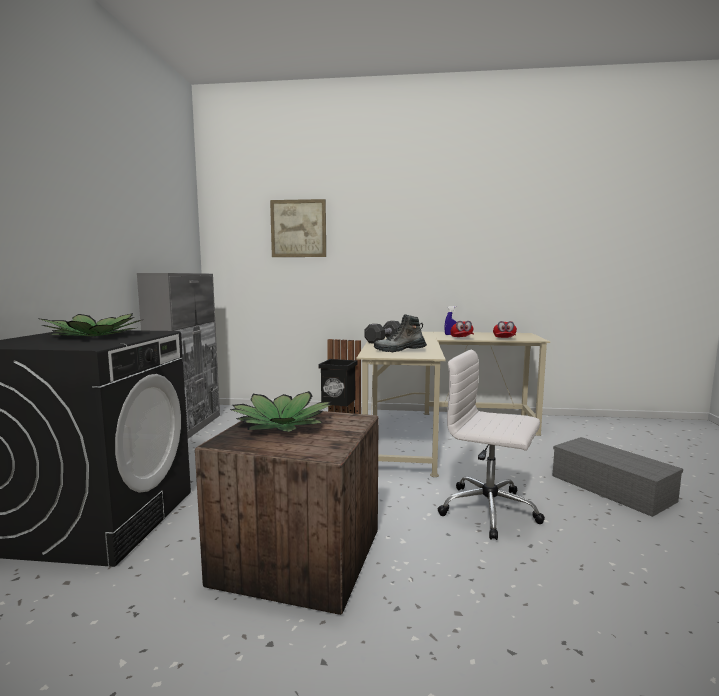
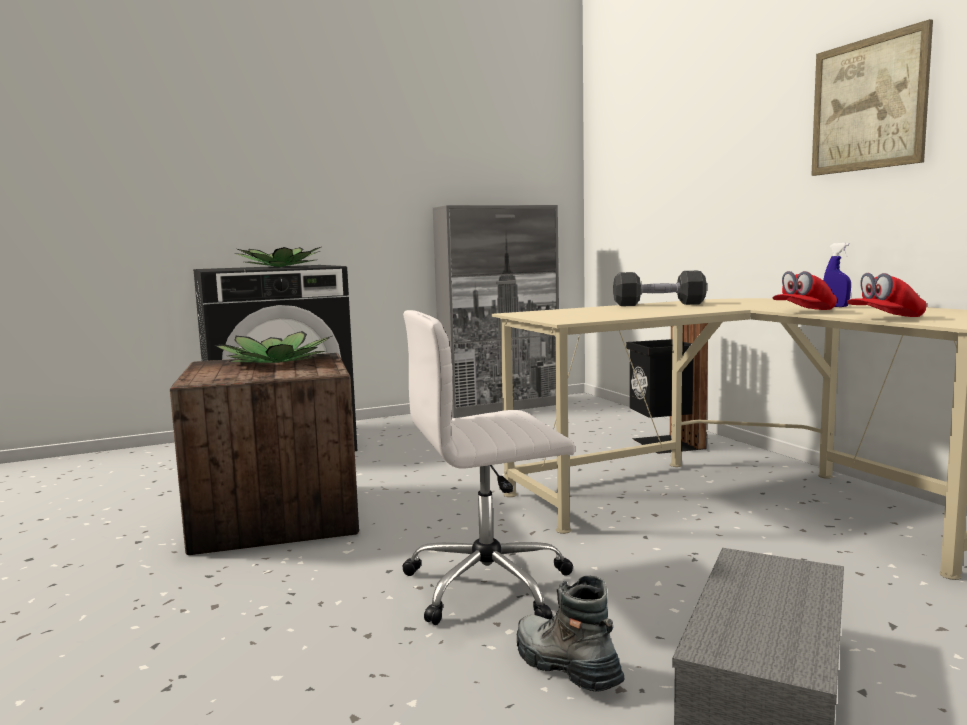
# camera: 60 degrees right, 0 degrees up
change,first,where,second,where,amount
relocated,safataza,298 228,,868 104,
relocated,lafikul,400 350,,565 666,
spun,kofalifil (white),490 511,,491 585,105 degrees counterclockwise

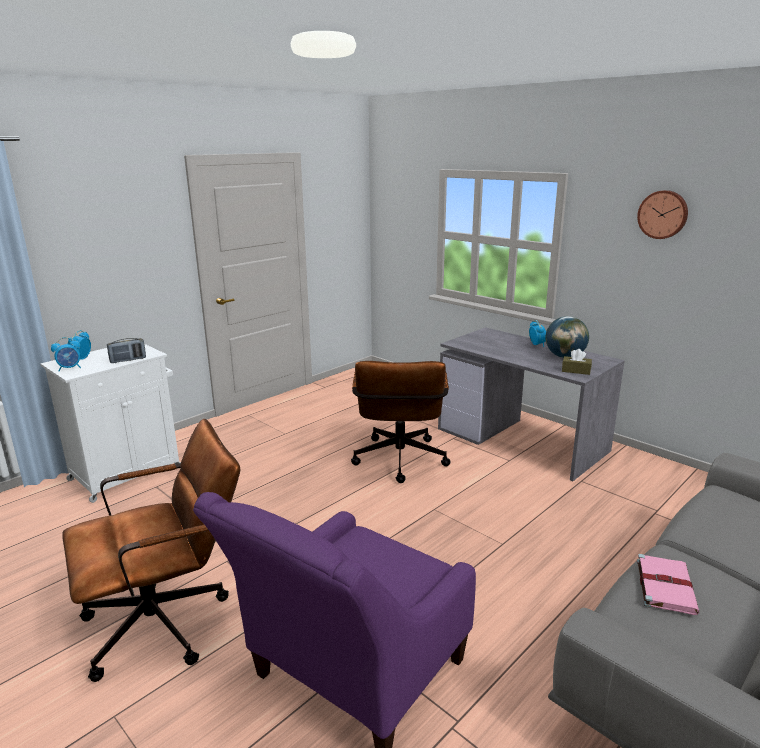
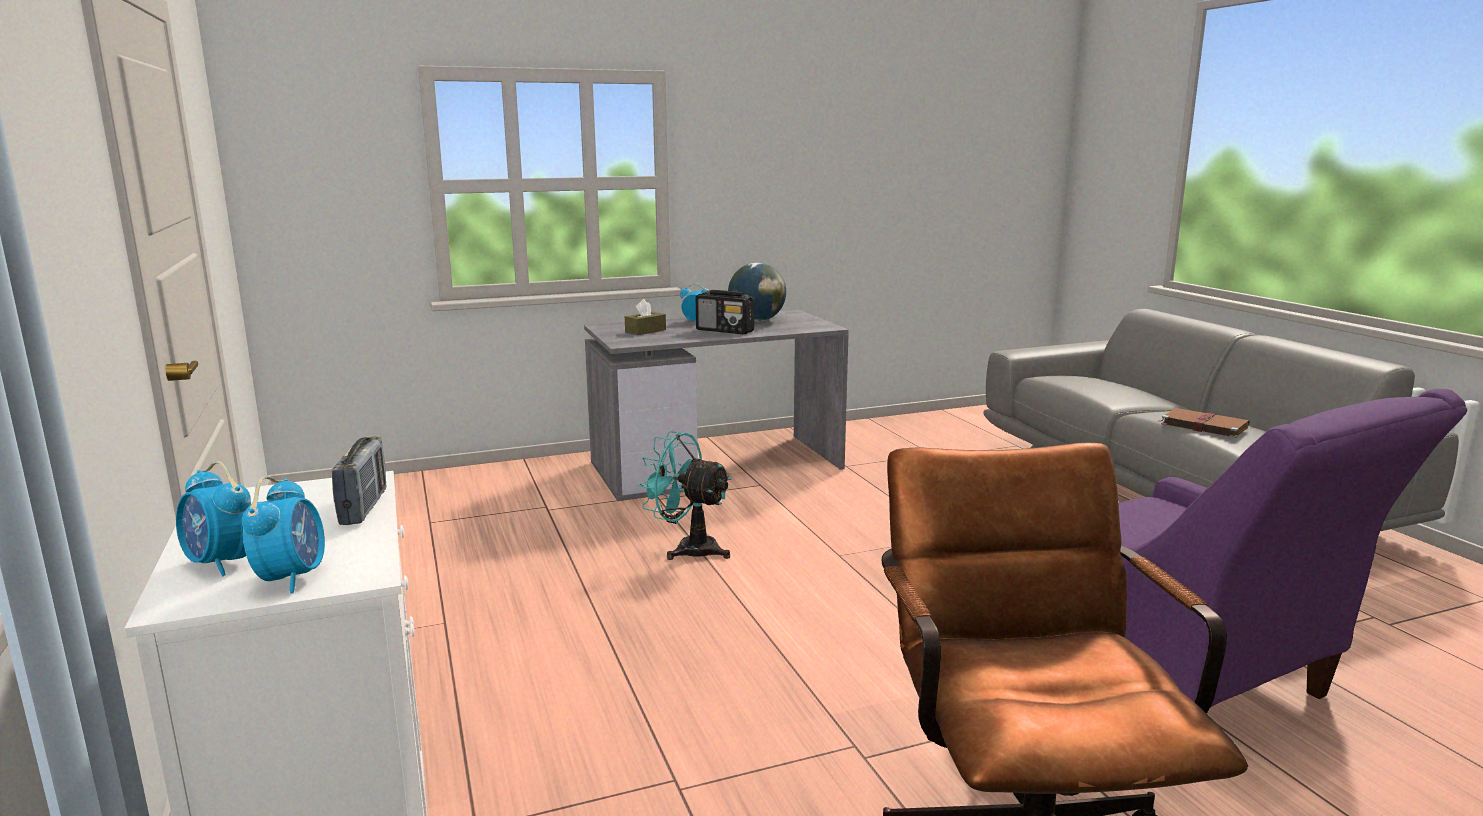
# camera: 65 degrees left, 5 degrees down
change,first,where,second,where,amount
exchanged,kofalifil (brown),399 463,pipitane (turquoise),688 548,
relocated,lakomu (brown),576 370,,645 331,
missing,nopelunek,663 214,,,
colour,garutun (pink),665 585,garutun (brown),1202 425,
appeared,,,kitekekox,725 331,

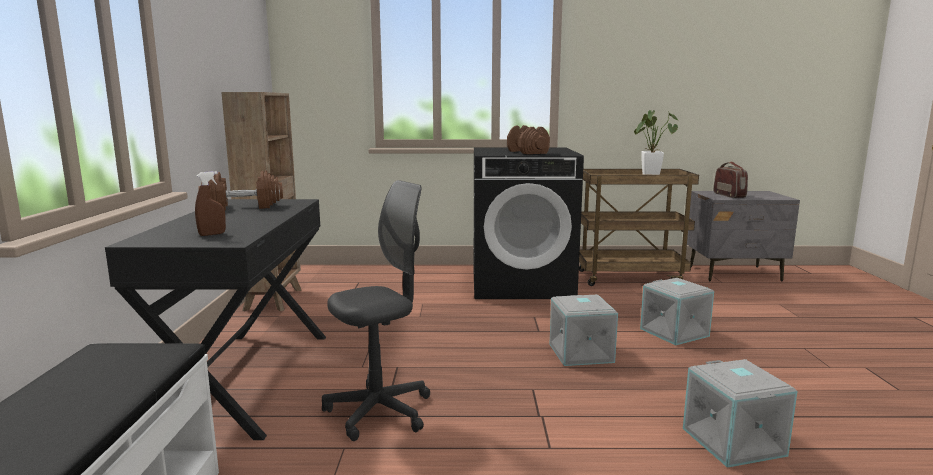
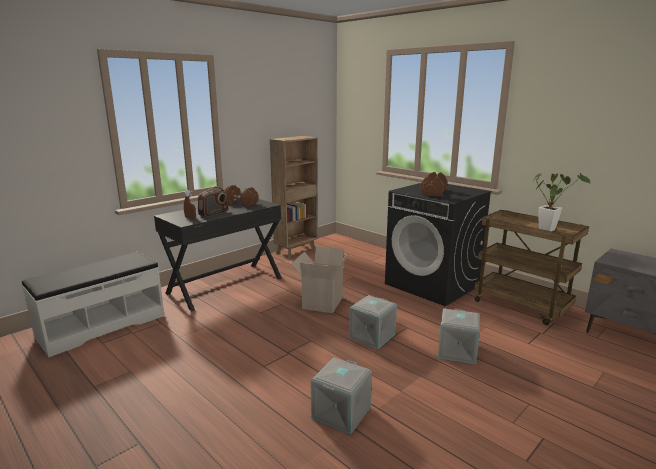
# camera: 45 degrees right, 5 degrees up
change,first,where,second,where,amount
missing,kofalifil (grey),379 412,,,
relocated,kitekekox,729 195,,214 213,
appeared,,,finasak,321 302,

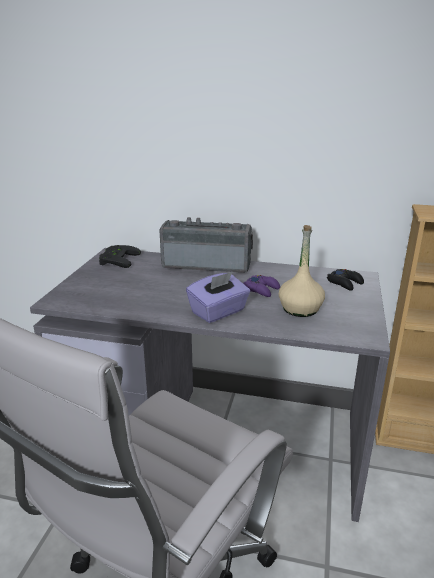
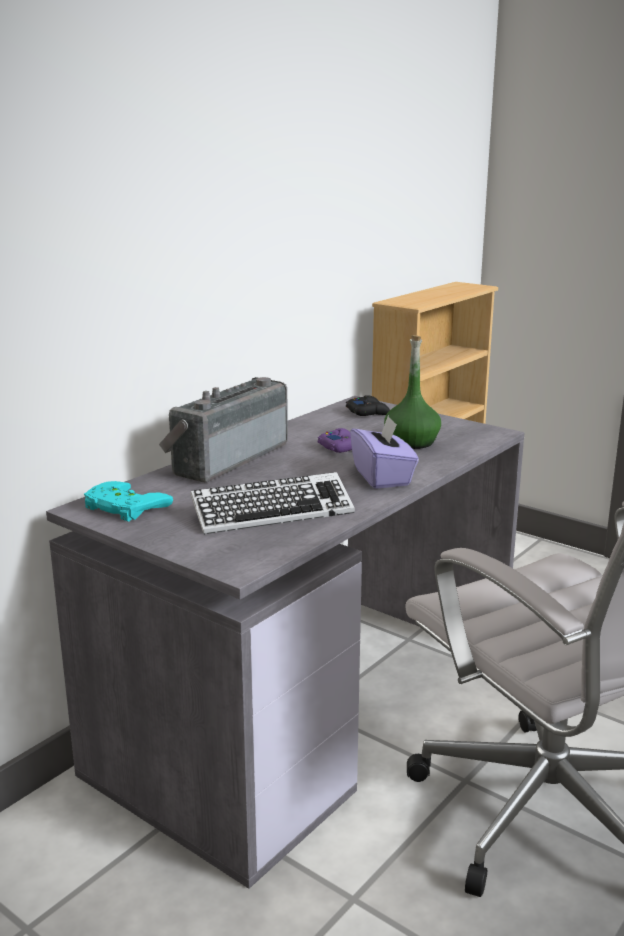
# camera: 65 degrees left, 5 degrees down
change,first,where,second,where,amount
colour,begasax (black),117 259,begasax (turquoise),122 508,
colour,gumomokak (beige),300 309,gumomokak (green),411 442,
appeared,,,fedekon,272 512,

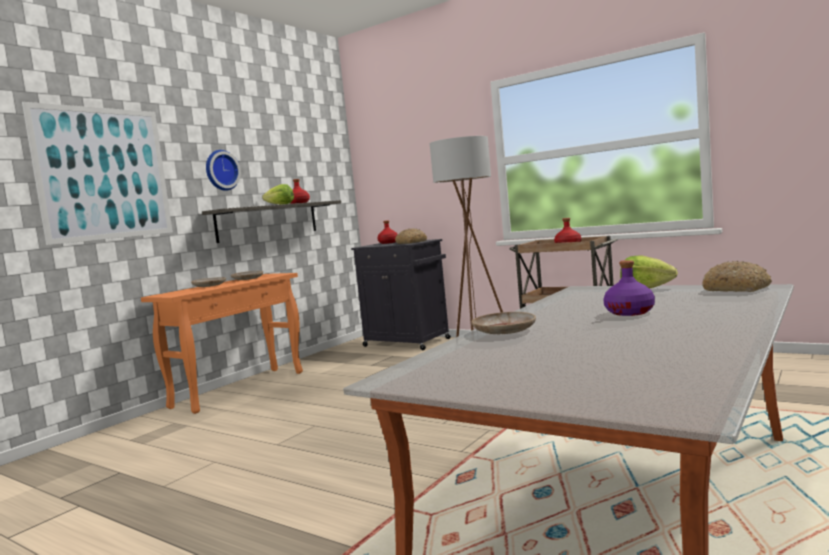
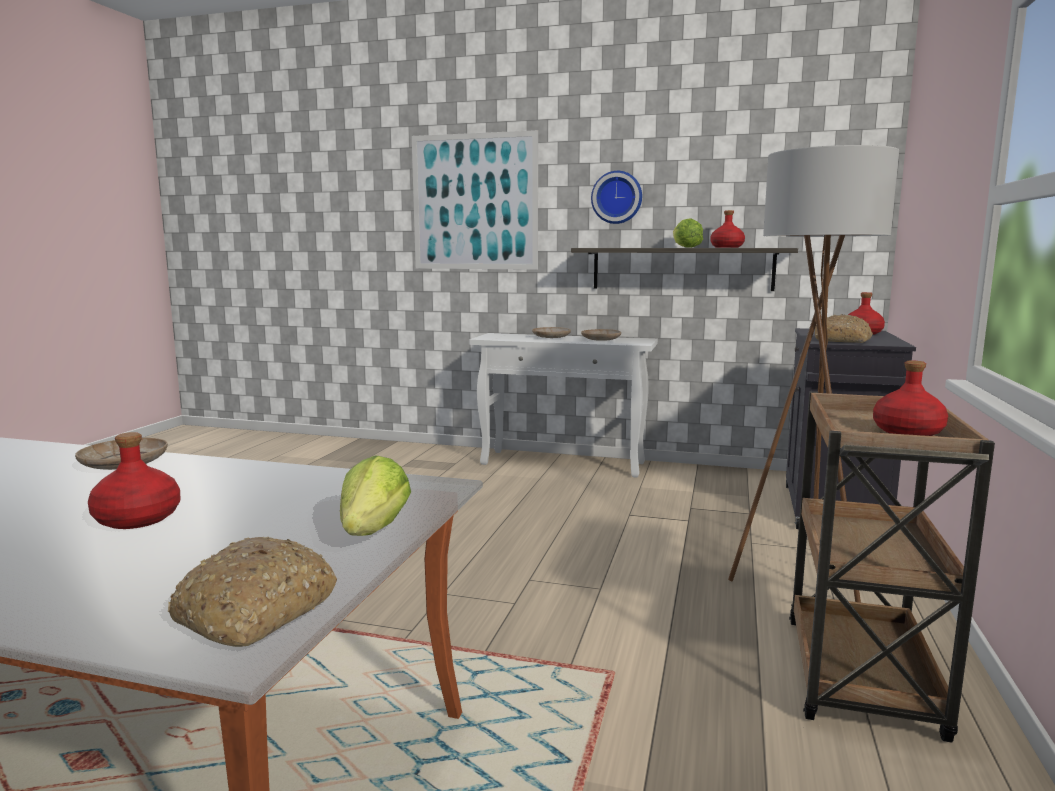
# camera: 70 degrees right, 5 degrees up
change,first,where,second,where,amount
colour,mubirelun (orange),240 389,mubirelun (white),564 463,
colour,gumomokak (purple),629 312,gumomokak (red),138 519,

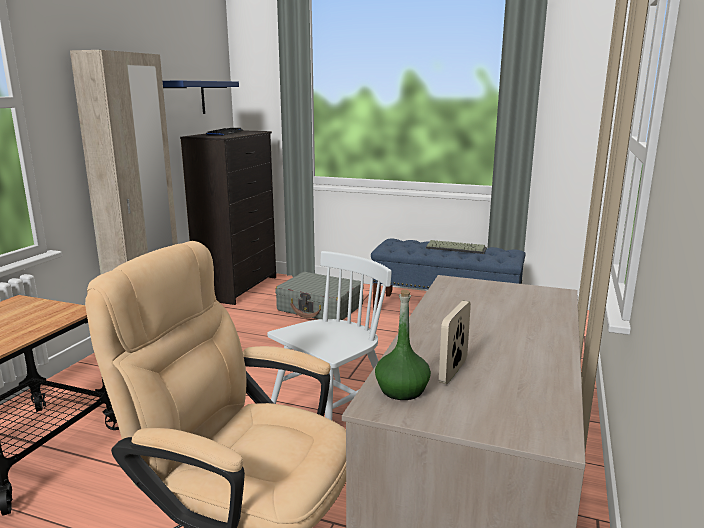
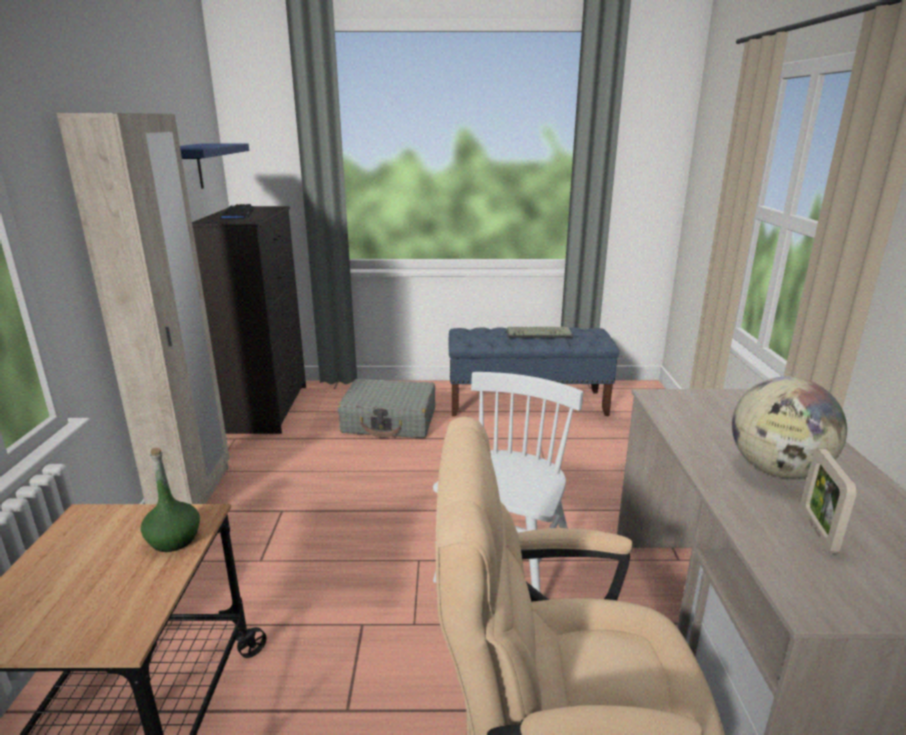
# camera: 20 degrees left, 5 degrees up
change,first,where,second,where,amount
relocated,gumomokak (green),402 390,,174 539,
appeared,,,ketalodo,777 470,

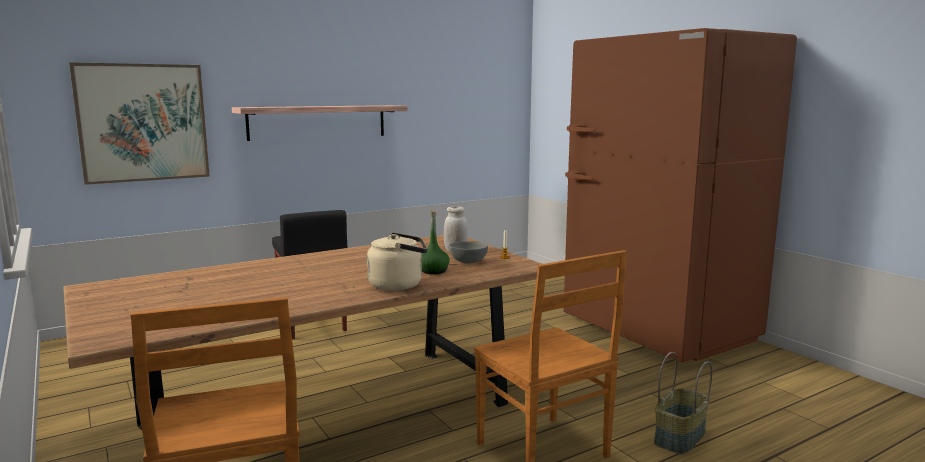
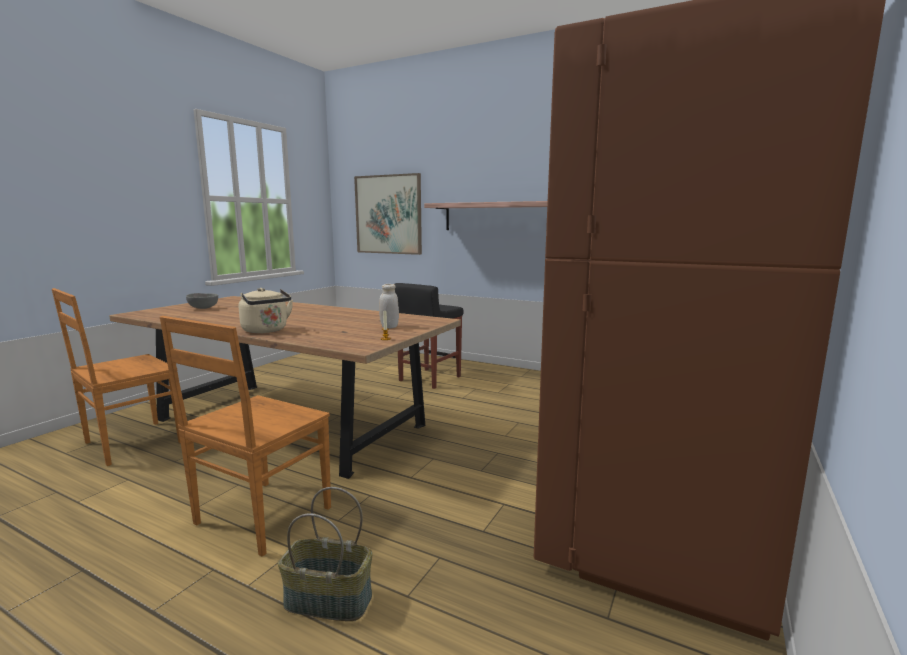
# camera: 60 degrees right, 0 degrees up
change,first,where,second,where,amount
missing,gumomokak (green),433 271,,,
relocated,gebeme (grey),466 262,,203 308,

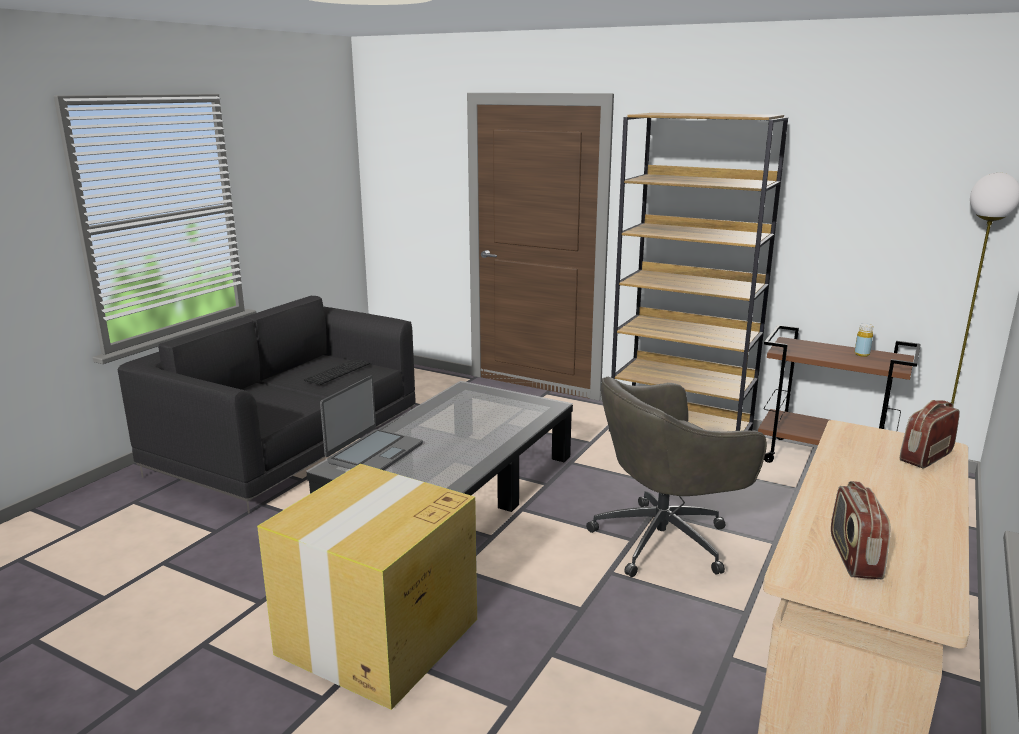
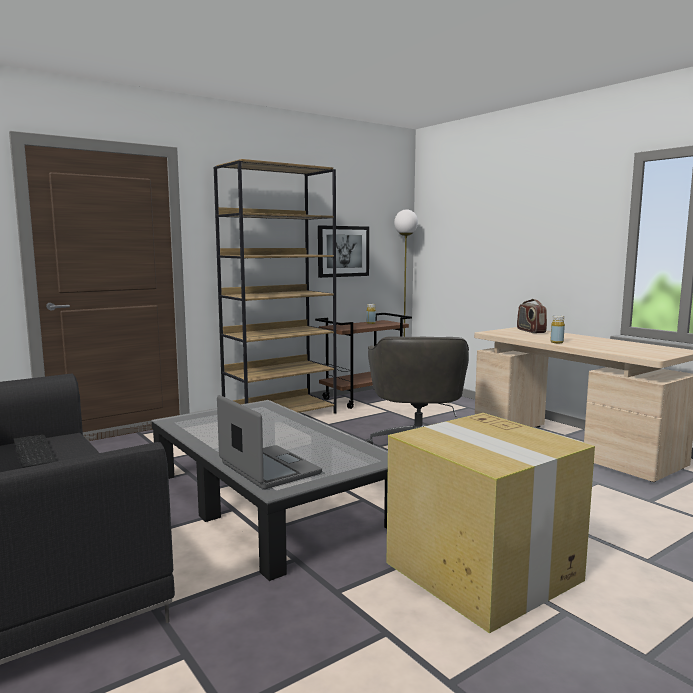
# camera: 65 degrees left, 10 degrees down
change,first,where,second,where,amount
missing,kitekekox,853 557,,,
appeared,,,safataza,343 251,
appeared,,,gumomokak (yellow),556 342,

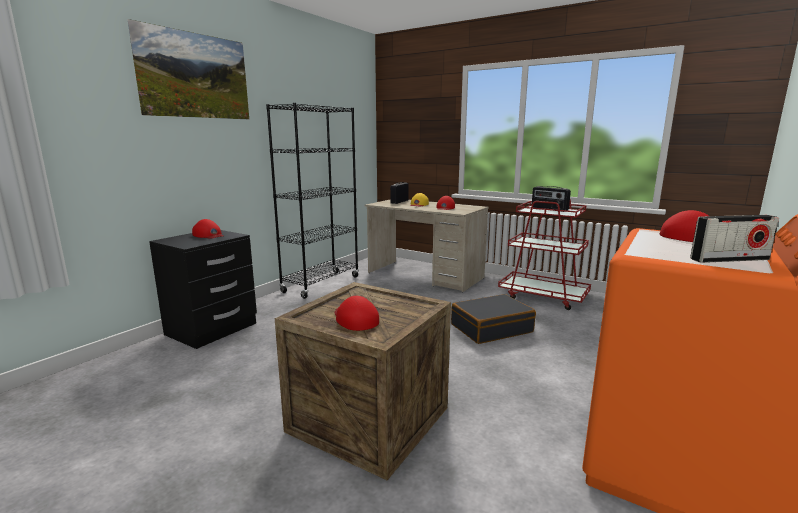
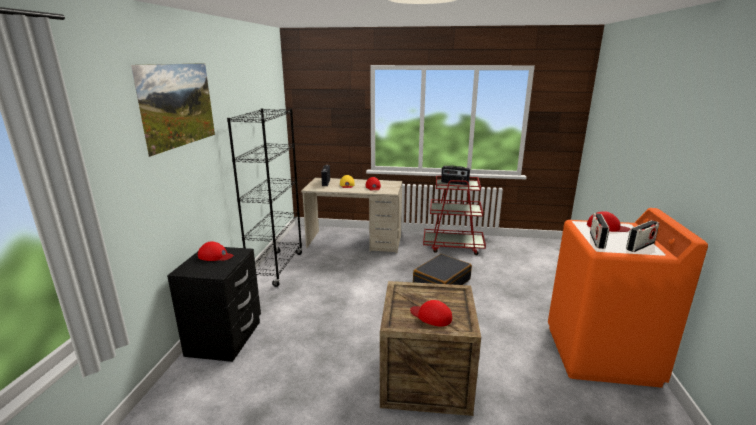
# camera: 25 degrees left, 5 degrees up
change,first,where,second,where,amount
appeared,,,kitekekox,597 240,

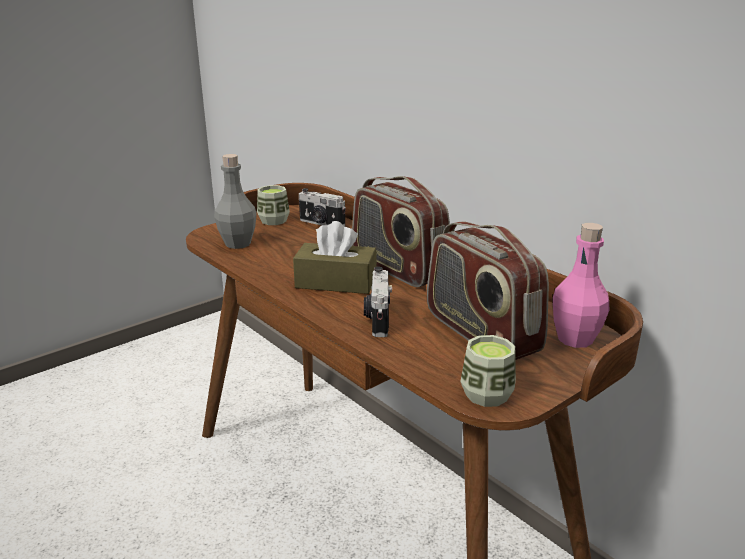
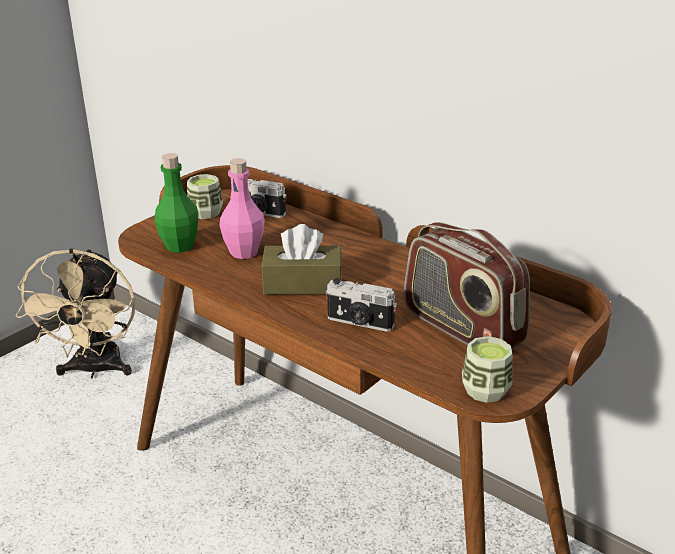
# camera: 10 degrees left, 5 degrees up
change,first,where,second,where,amount
colour,gumomokak (grey),238 244,gumomokak (green),180 246,
missing,kitekekox,398 268,,,
spun,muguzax,377 319,,359 323,60 degrees counterclockwise
relocated,gumomokak (pink),575 339,,244 252,
appeared,,,pipitane (beige),95 370,

